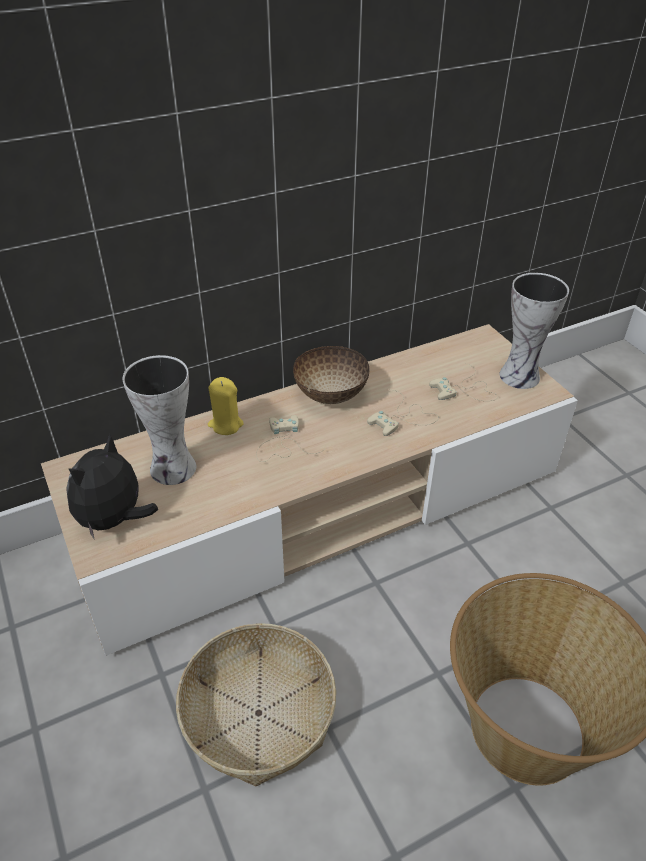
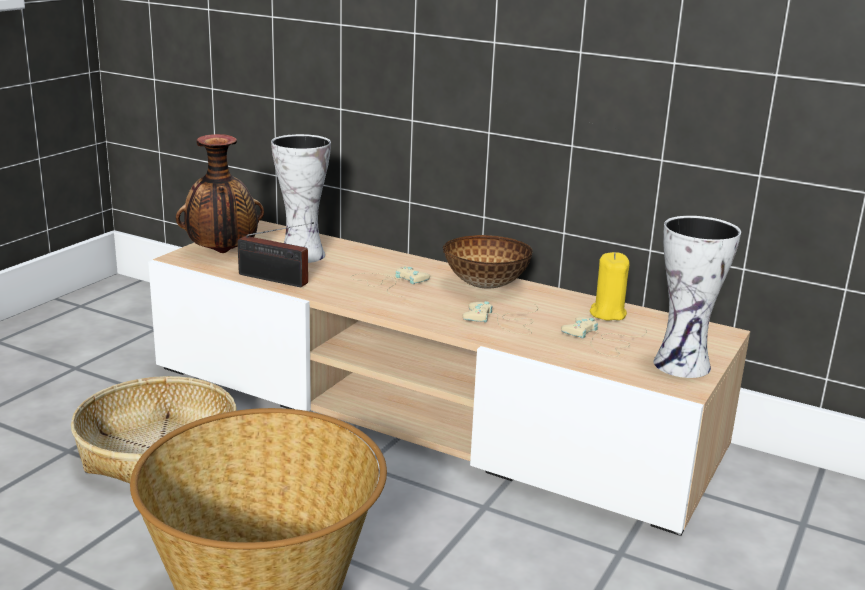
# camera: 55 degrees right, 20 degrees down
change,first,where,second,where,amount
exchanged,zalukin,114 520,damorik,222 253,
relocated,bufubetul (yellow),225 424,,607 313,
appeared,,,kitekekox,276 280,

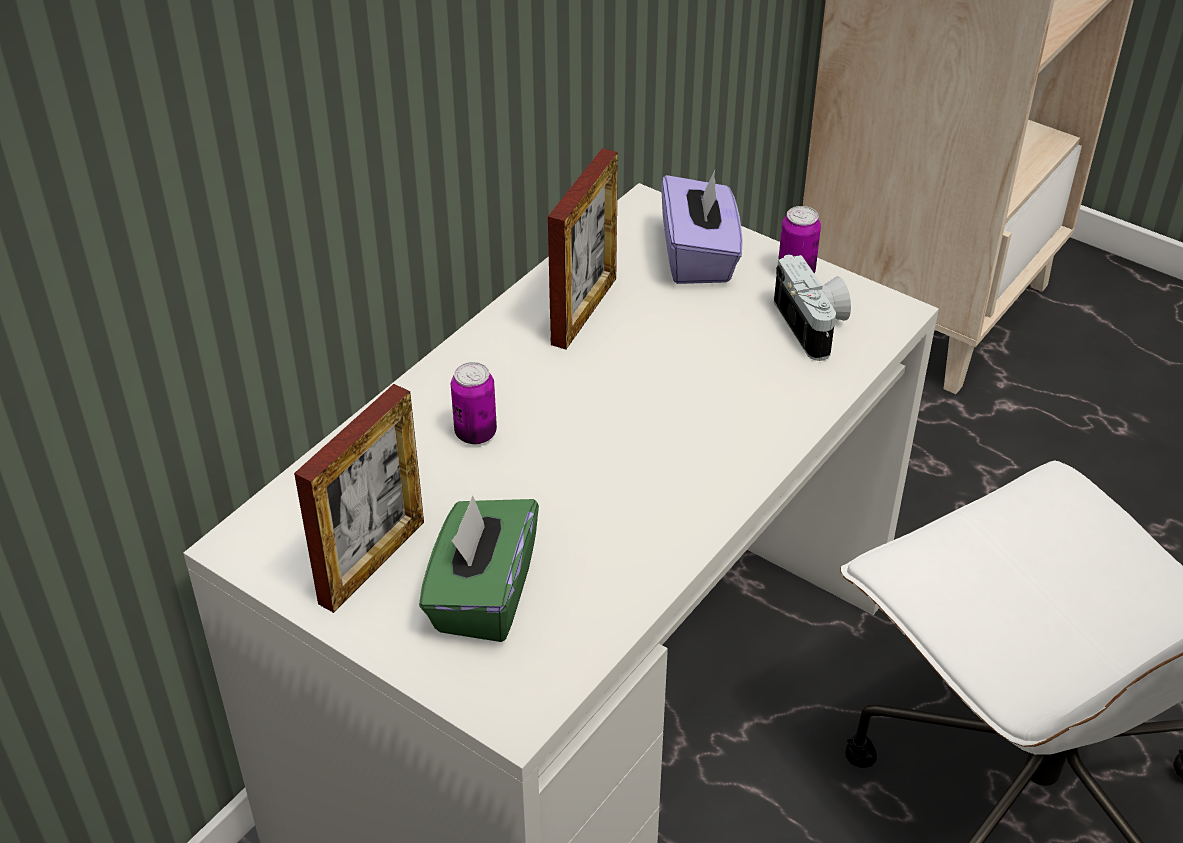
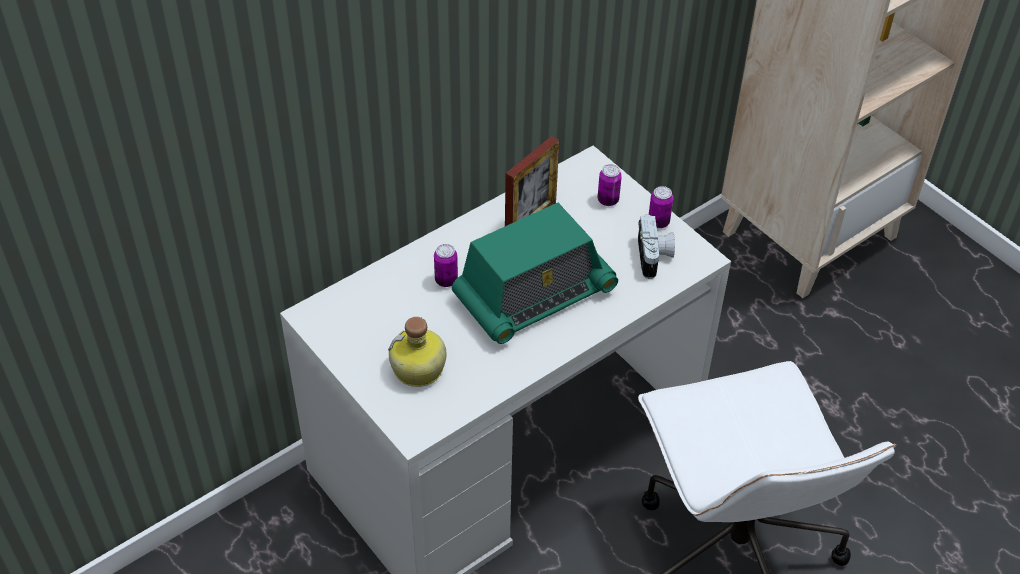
# camera: 15 degrees right, 5 degrees up
change,first,where,second,where,amount
missing,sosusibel,372 562,,,
exchanged,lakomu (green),482 596,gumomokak,418 369,
exchanged,lakomu (purple),699 257,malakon,608 200,
appeared,,,kitekekox,534 295,

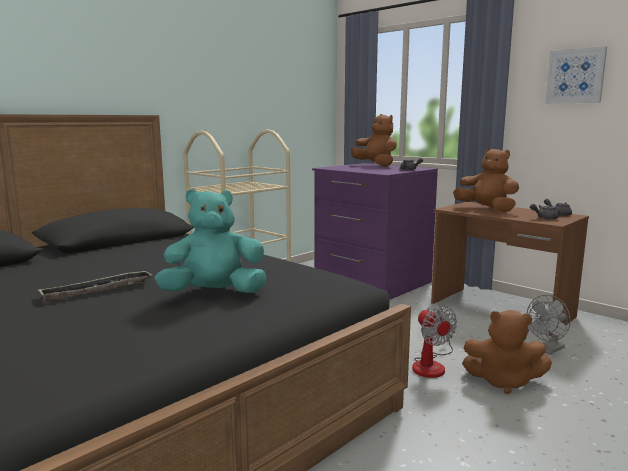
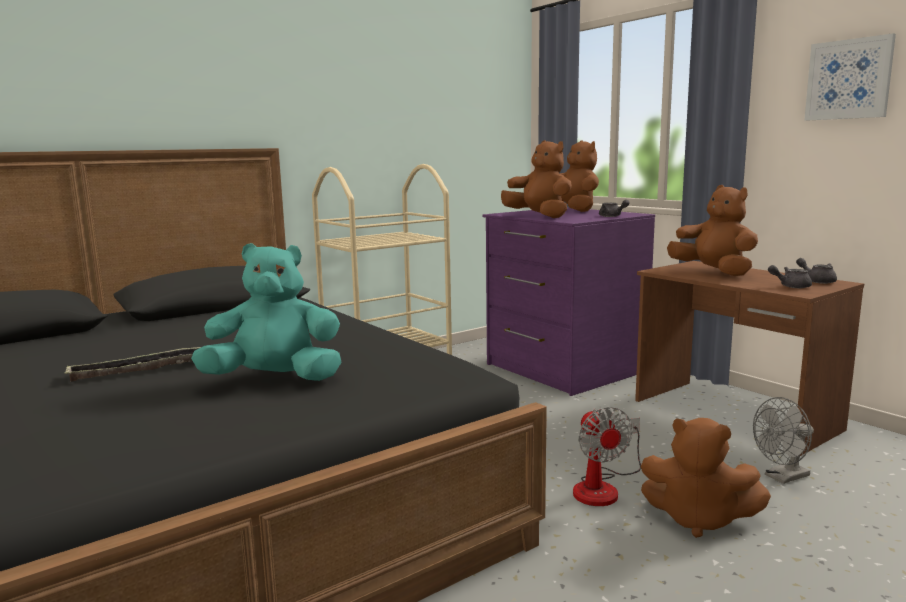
# camera: 10 degrees right, 0 degrees up
change,first,where,second,where,amount
appeared,,,zalukin (brown),539 217,

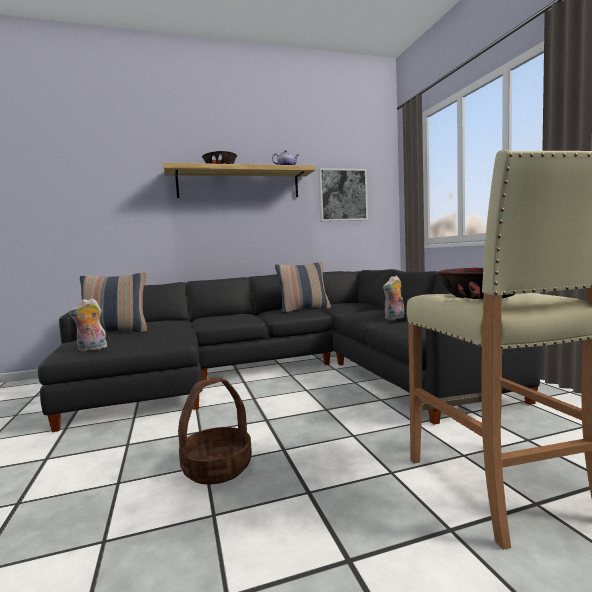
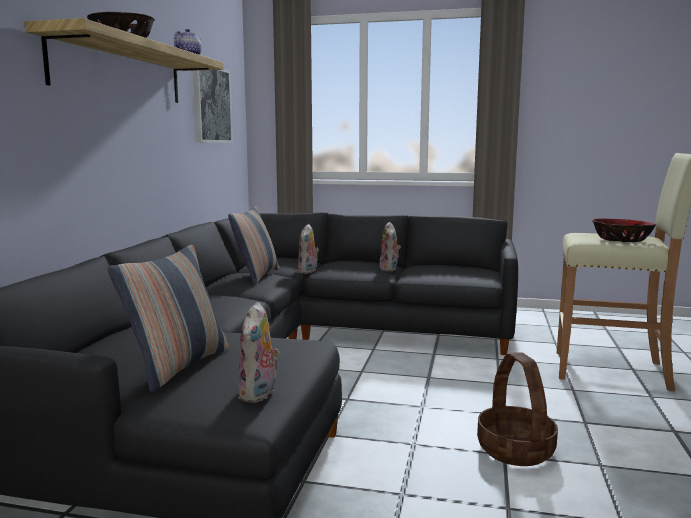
# camera: 60 degrees left, 5 degrees up
change,first,where,second,where,amount
appeared,,,zalukin,308 271,

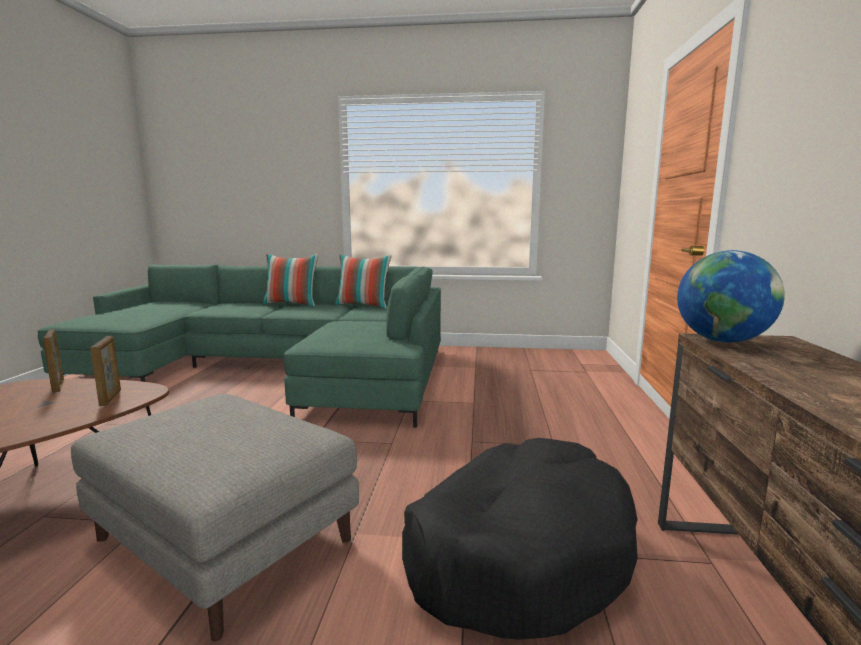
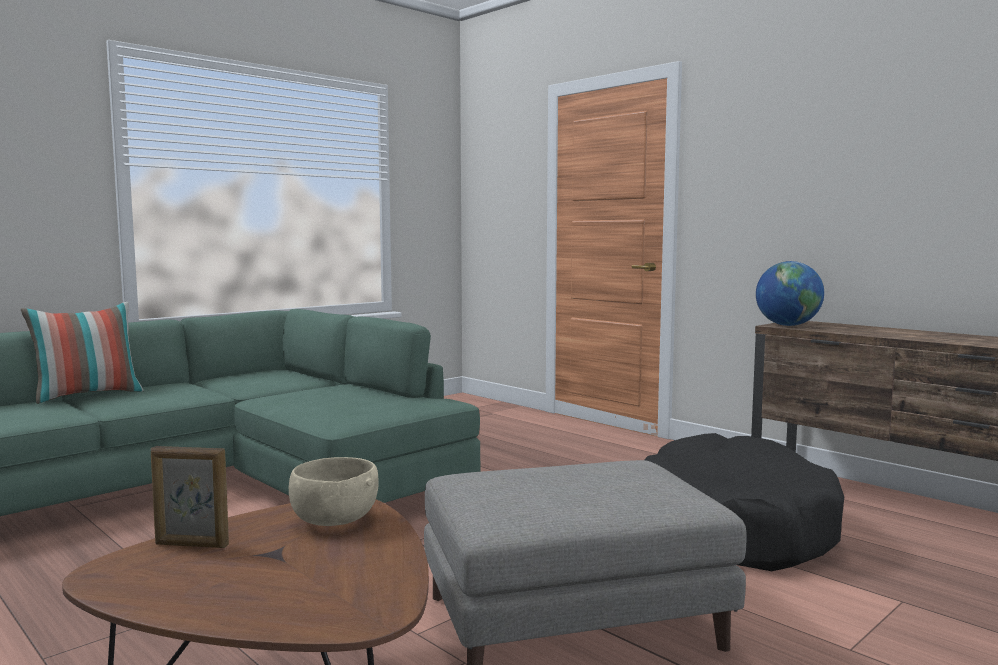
# camera: 50 degrees left, 5 degrees down
change,first,where,second,where,amount
exchanged,sosusibel,111 398,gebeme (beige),334 521,
missing,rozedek,363 306,,,

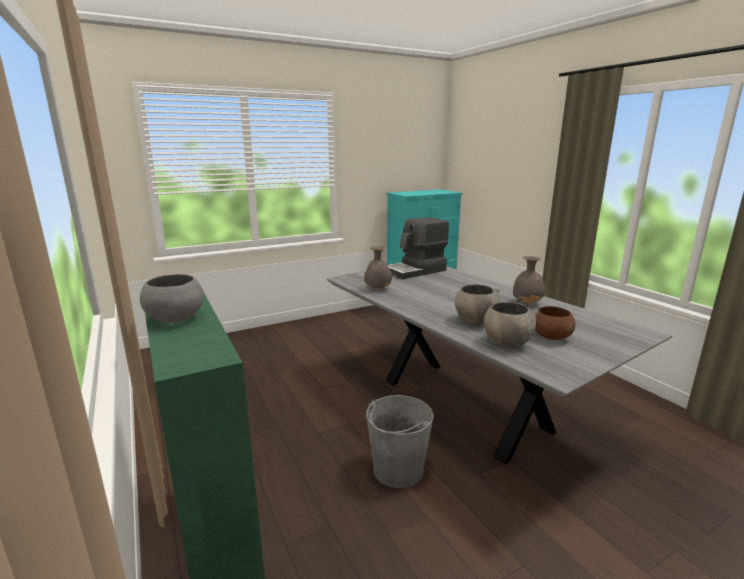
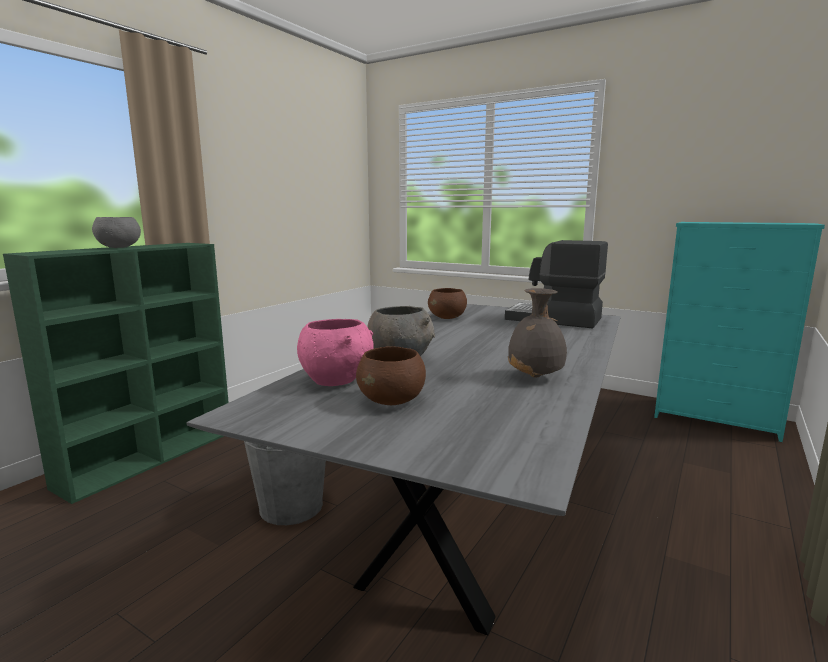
# camera: 60 degrees right, 5 degrees down
change,first,where,second,where,amount
exchanged,damorik (grey),378 289,gebeme (brown),447 318,
colour,gebeme (grey),507 343,gebeme (pink),337 380,

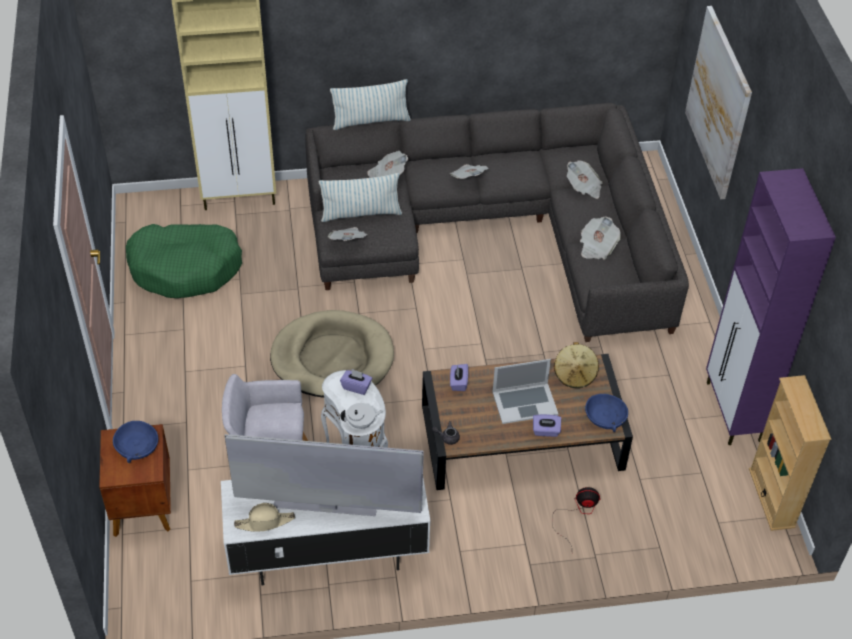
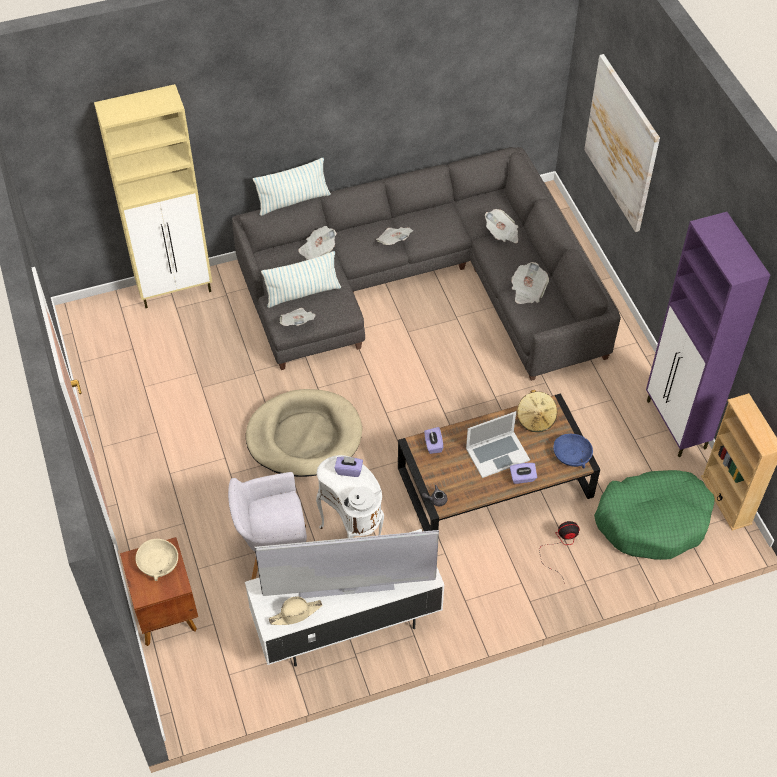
# camera: 10 degrees left, 5 degrees up
change,first,where,second,where,amount
colour,gebeme (blue),137 446,gebeme (beige),158 562,
relocated,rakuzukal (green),185 268,,653 520,

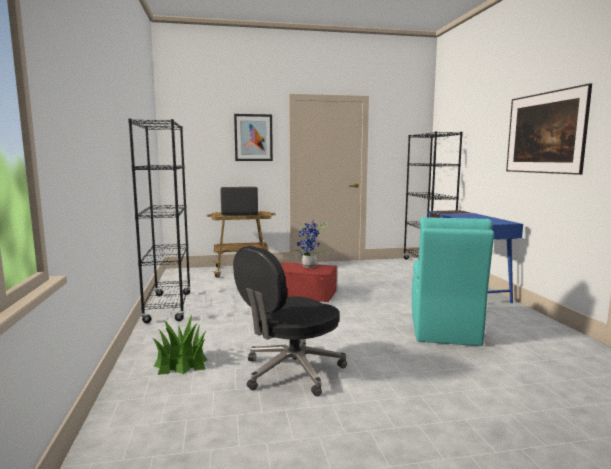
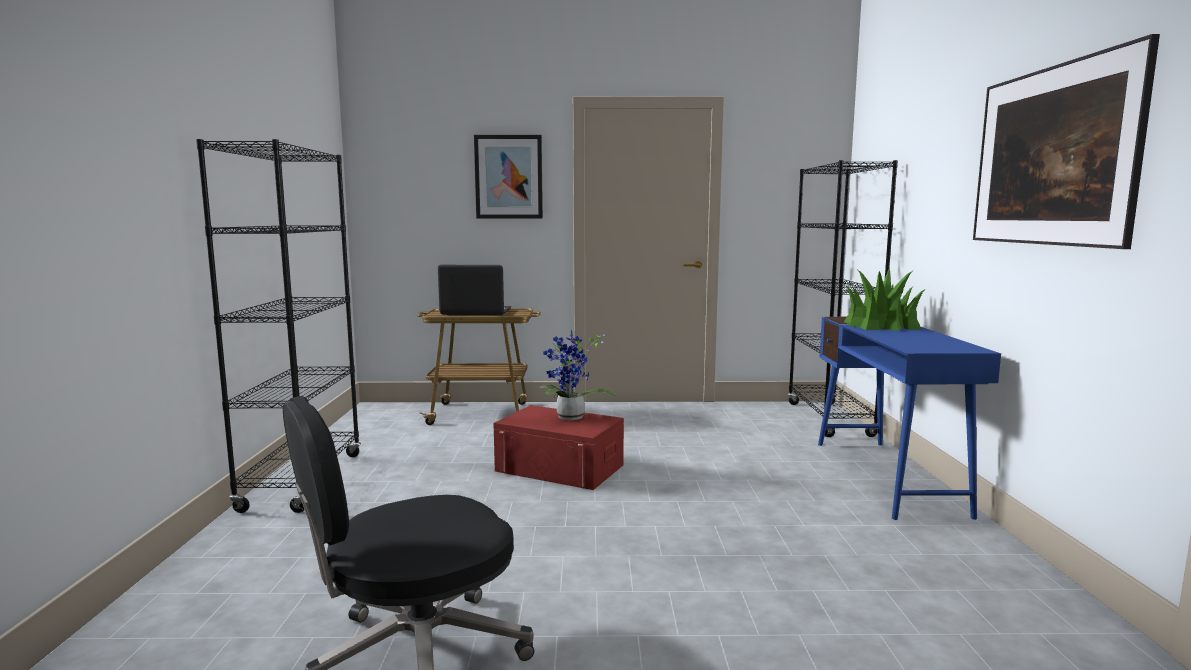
# camera: 10 degrees right, 0 degrees up
change,first,where,second,where,amount
relocated,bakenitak,181 362,,880 325,
missing,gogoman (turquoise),444 330,,,

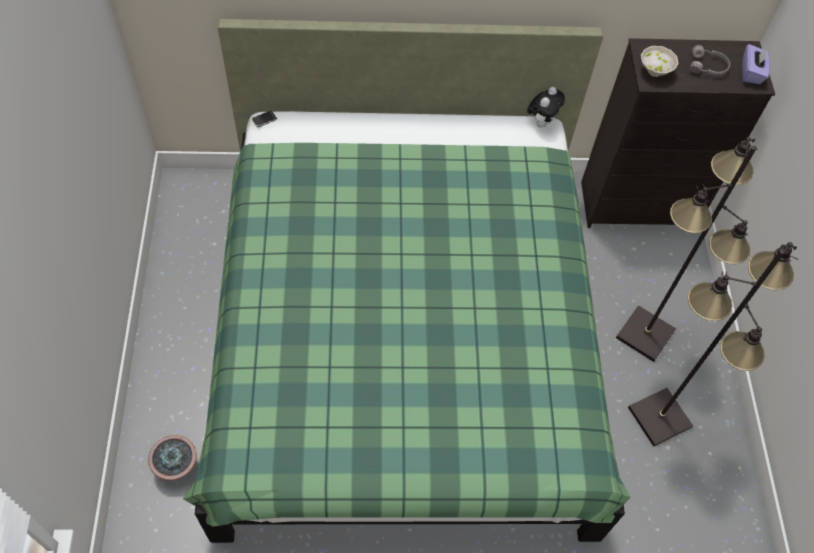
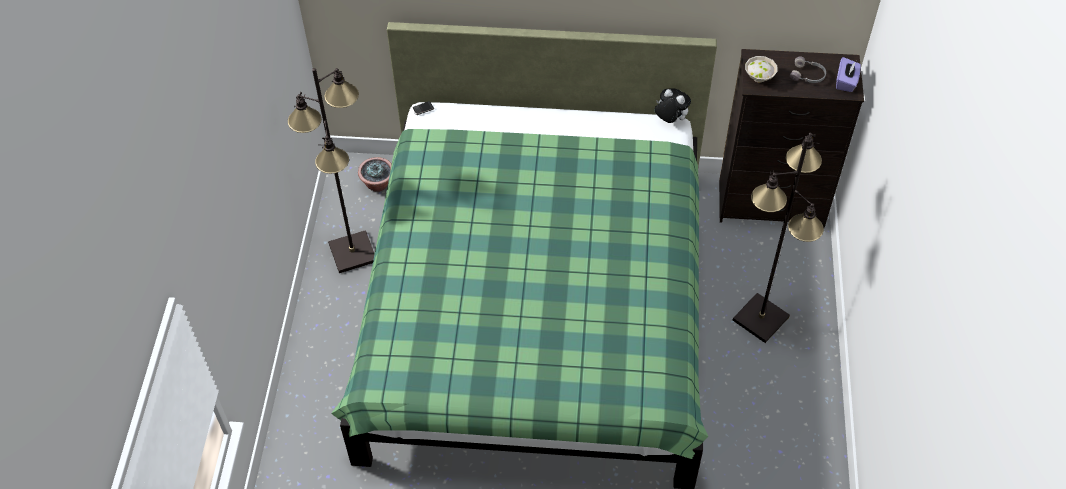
# camera: 10 degrees right, 5 degrees down
change,first,where,second,where,amount
relocated,bakenitak,177 466,,378 184,
spun,zalukin,541 122,,670 120,90 degrees counterclockwise
relocated,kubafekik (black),660 417,,353 253,

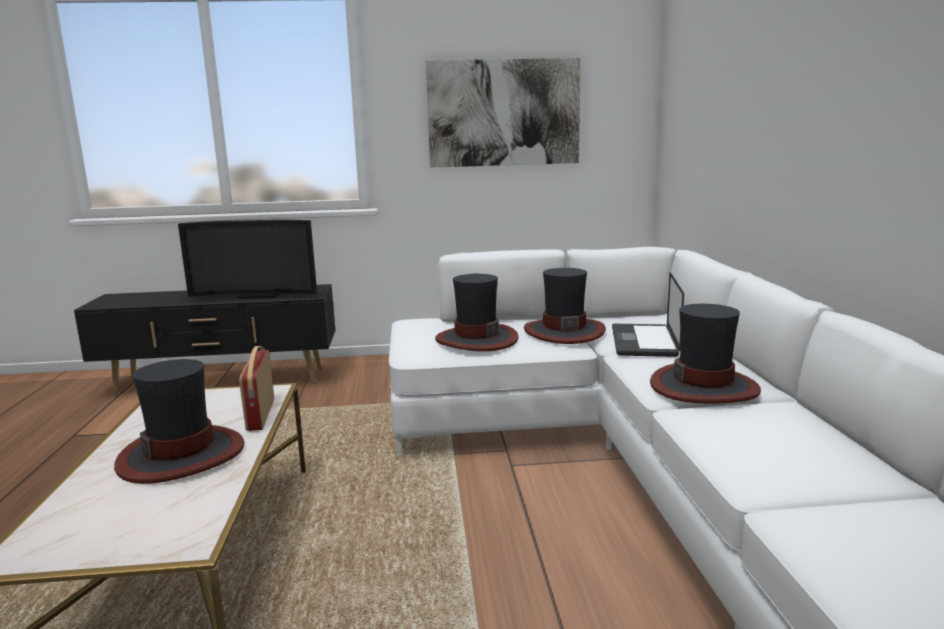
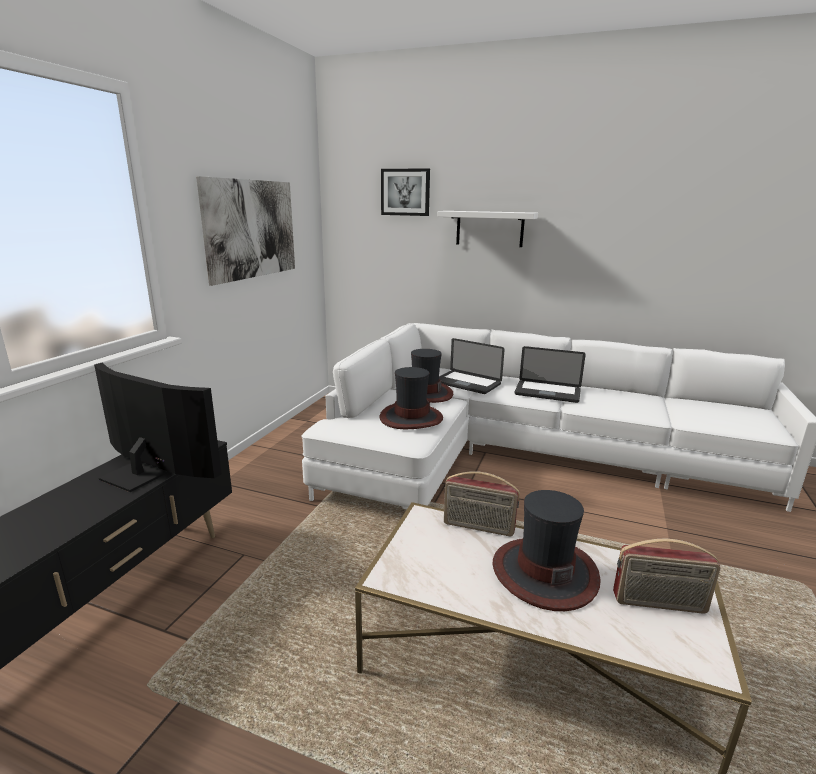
# camera: 65 degrees left, 5 degrees up
change,first,where,second,where,amount
spun,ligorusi,259 295,,145 471,90 degrees counterclockwise
exchanged,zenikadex,704 386,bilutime,547 392,
appeared,,,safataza,405 192,
appeared,,,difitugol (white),489 228,
appeared,,,kitekekox,659 604,

